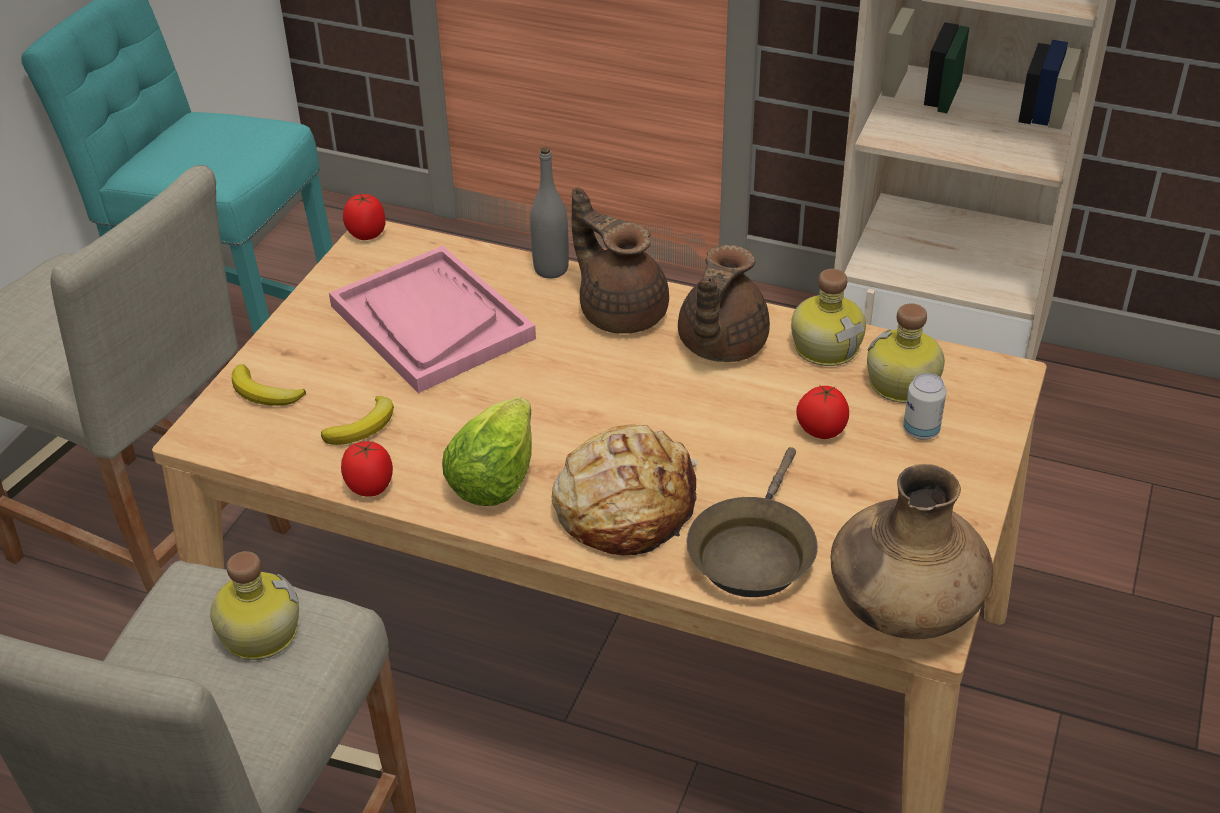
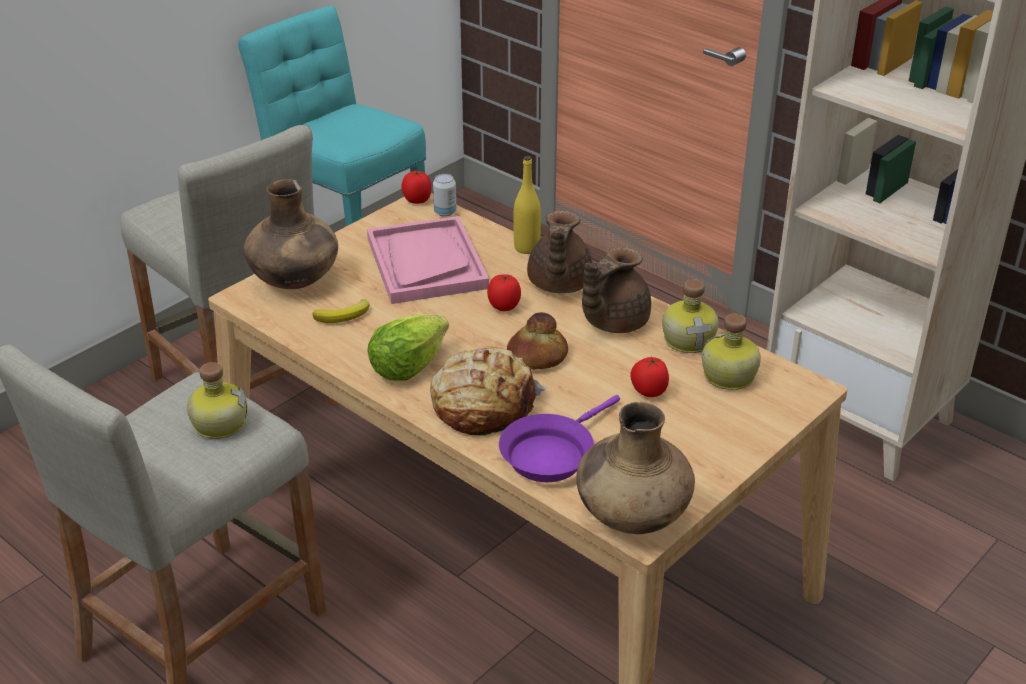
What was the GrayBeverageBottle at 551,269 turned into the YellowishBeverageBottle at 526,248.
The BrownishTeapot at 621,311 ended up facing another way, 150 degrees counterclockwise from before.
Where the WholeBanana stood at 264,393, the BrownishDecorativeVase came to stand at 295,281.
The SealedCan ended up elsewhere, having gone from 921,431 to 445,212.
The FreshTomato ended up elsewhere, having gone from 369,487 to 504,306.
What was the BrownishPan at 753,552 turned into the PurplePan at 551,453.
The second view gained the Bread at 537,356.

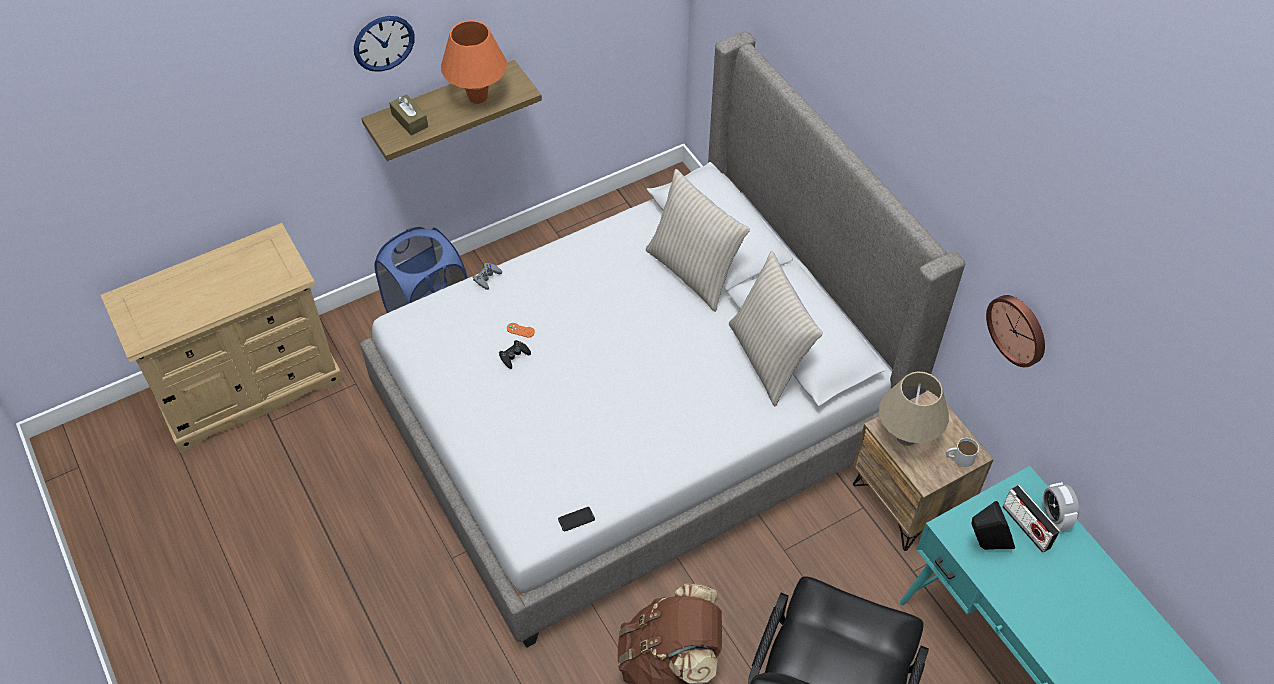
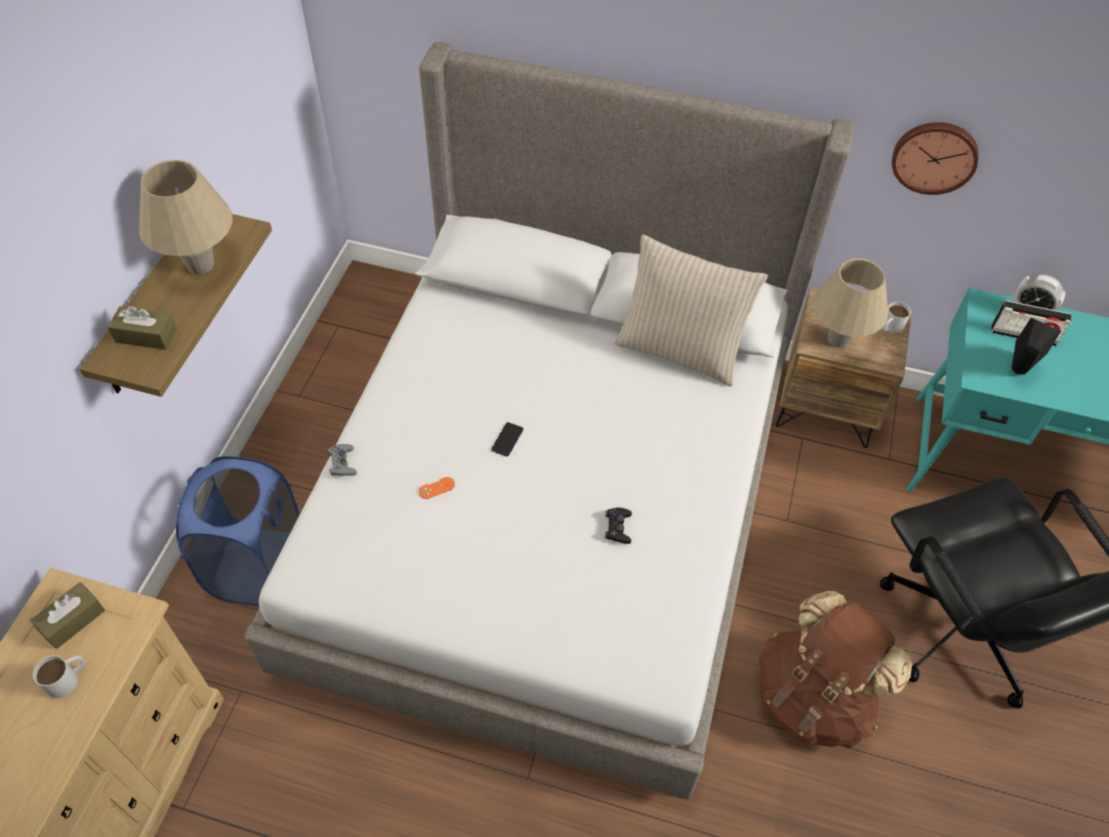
The second view lost the HangingClock at 383,43.
What was the OrangeColouredLampForATable at 477,97 turned into the BeigeColouredLampForATable at 200,265.
The second view lost the BeigeColouredThrowPillow at 693,271.
The BlackishGamepad ended up elsewhere, having gone from 514,356 to 618,528.
The Phone ended up elsewhere, having gone from 576,519 to 507,439.
The second view gained the BrownishBoxOfTissues at 72,620.
The second view gained the WhiteTeaMug at 67,678.

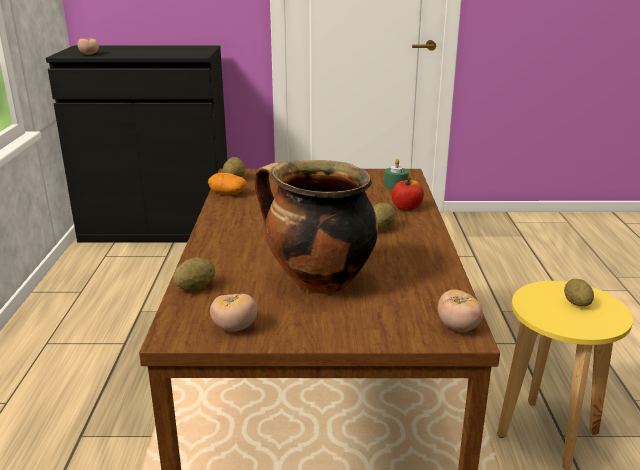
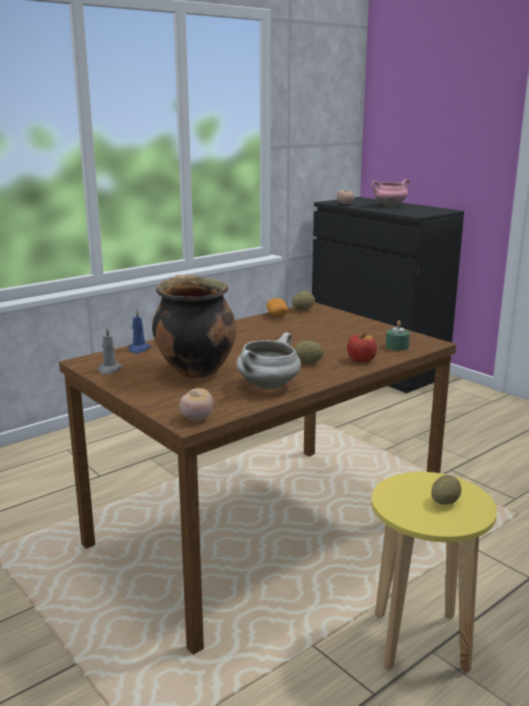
Where the Potato stood at 195,288, the BluishWaxLight came to stand at 138,349.
Where the FreshTomato stood at 234,327, the GrayWaxLight came to stand at 109,370.
The second view gained the PinkColouredSaucepot at 389,205.
The second view gained the WhiteSaucepot at 268,386.

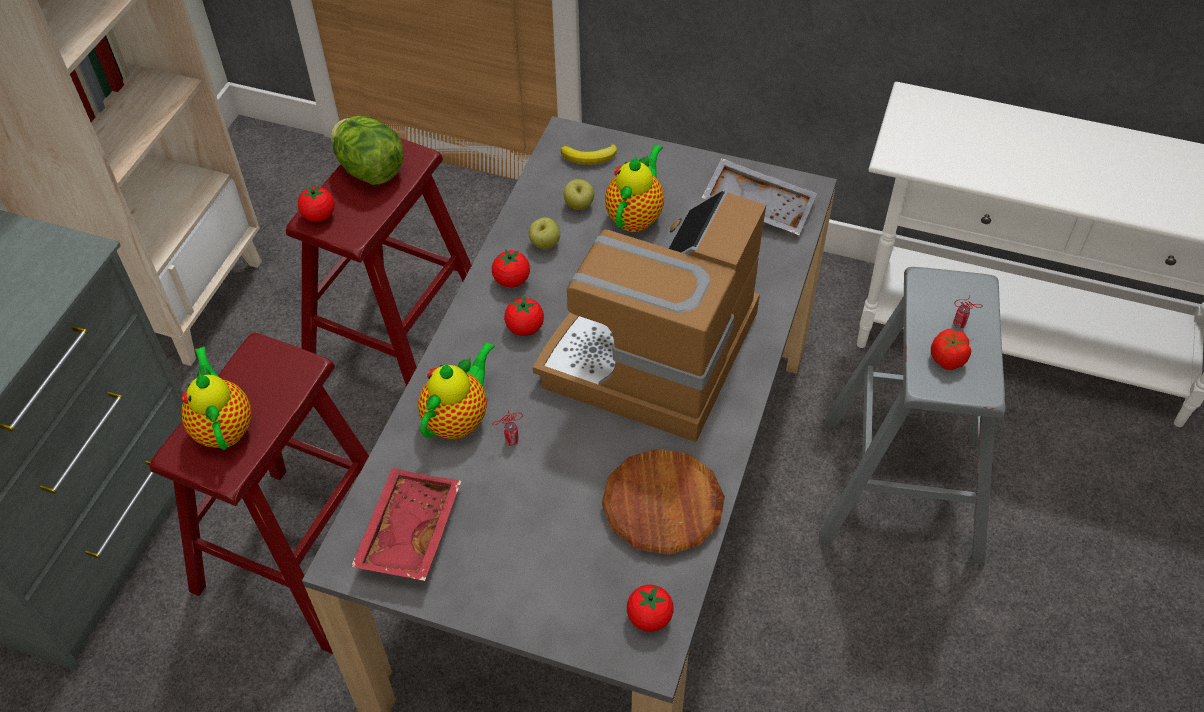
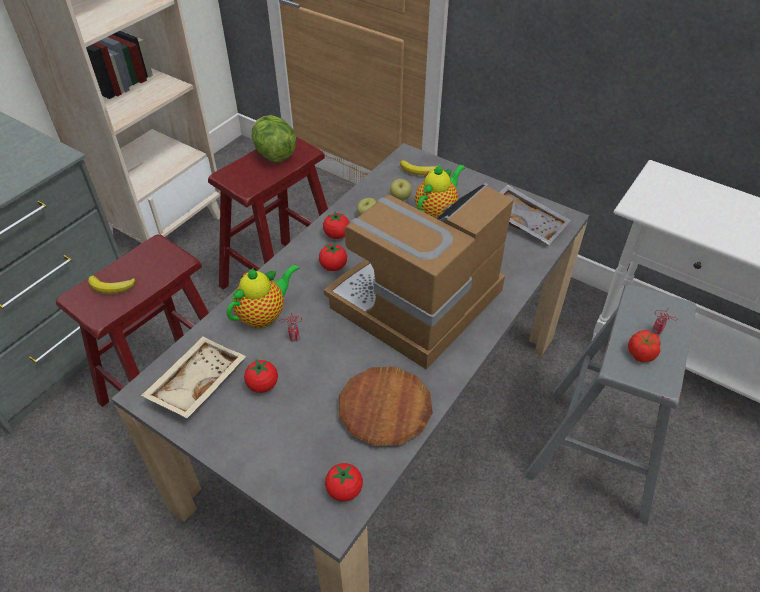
The FreshTomato ended up elsewhere, having gone from 319,215 to 263,385.
Where the Teapot stood at 223,427, the WholeBanana came to stand at 111,287.
What was the RedCarryingTray at 407,531 turned into the BeigeColouredCarryingTray at 196,382.

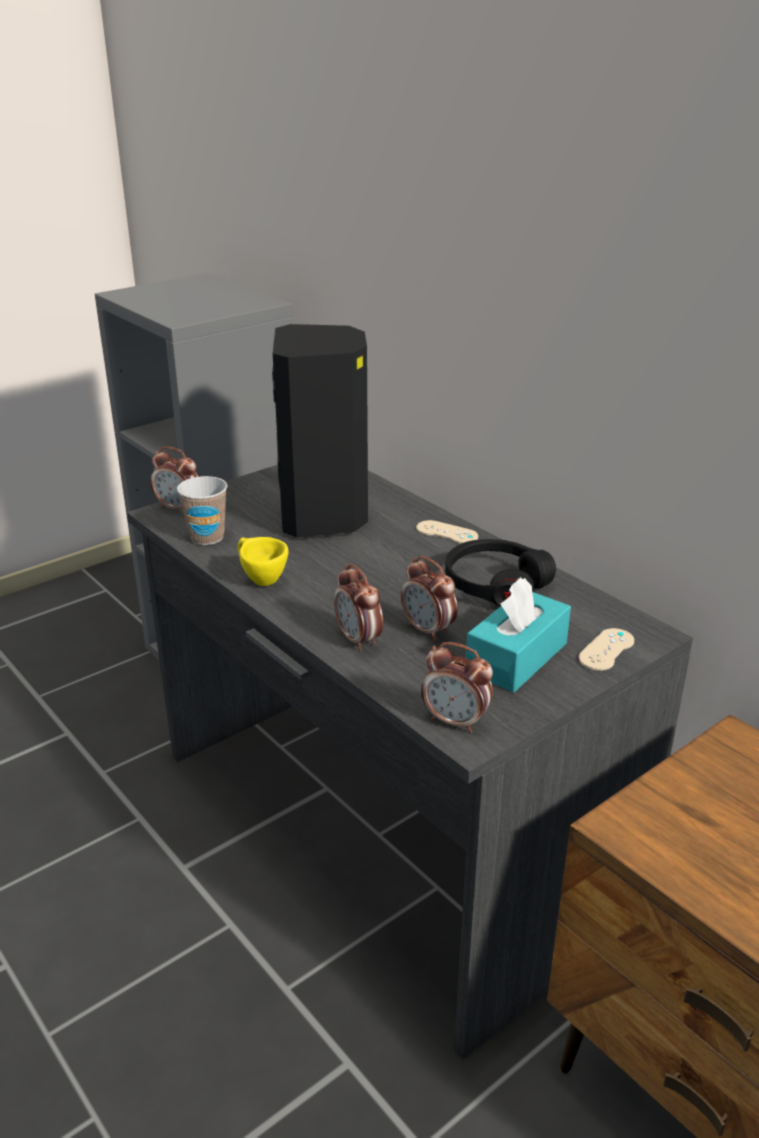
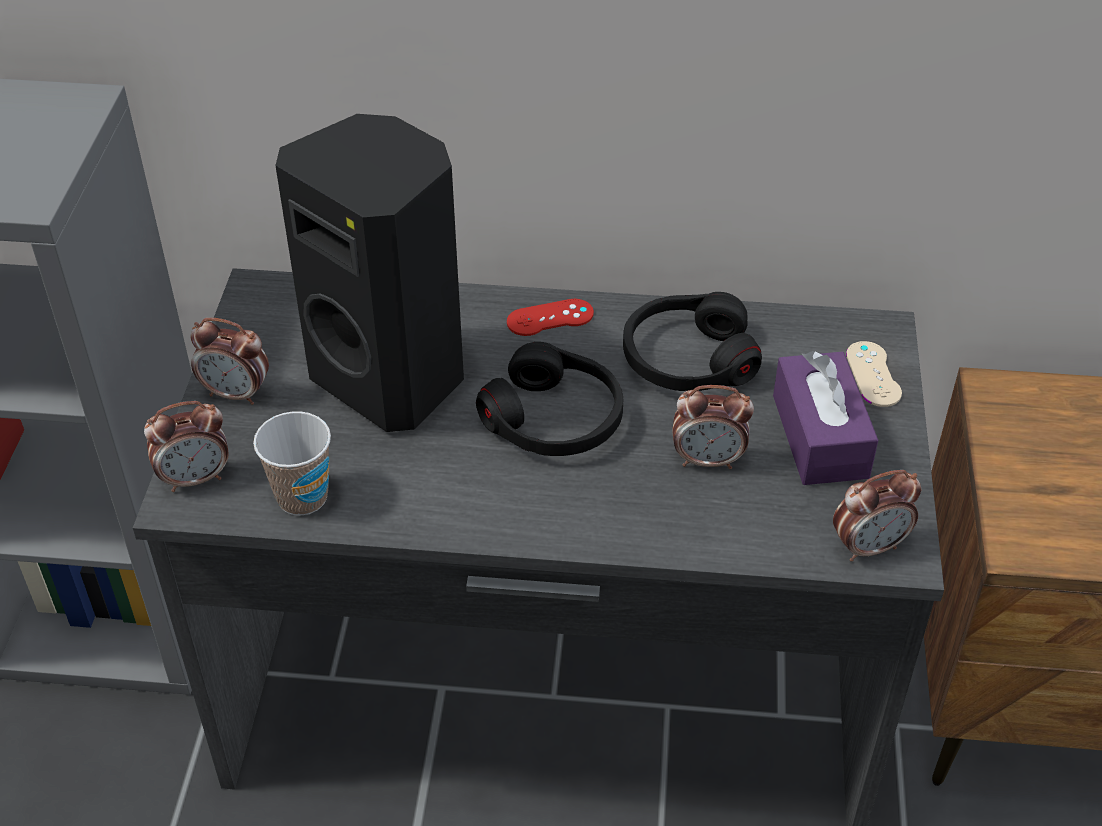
What was the BeigeColouredGamepad at 447,532 turned into the RedGamepad at 550,318.
The second view lost the YellowishDrinkingCup at 260,579.
The TableClock ended up elsewhere, having gone from 359,640 to 236,394.
What was the TurquoiseBoxOfTissues at 516,657 turned into the PurpleBoxOfTissues at 820,436.
The second view gained the BlackishHeadset at 554,419.

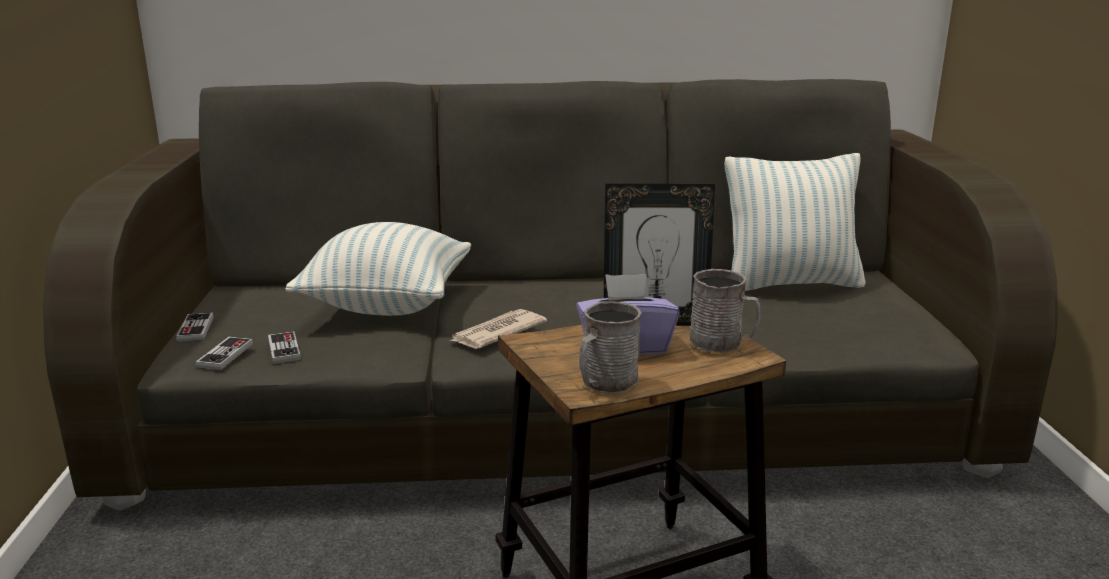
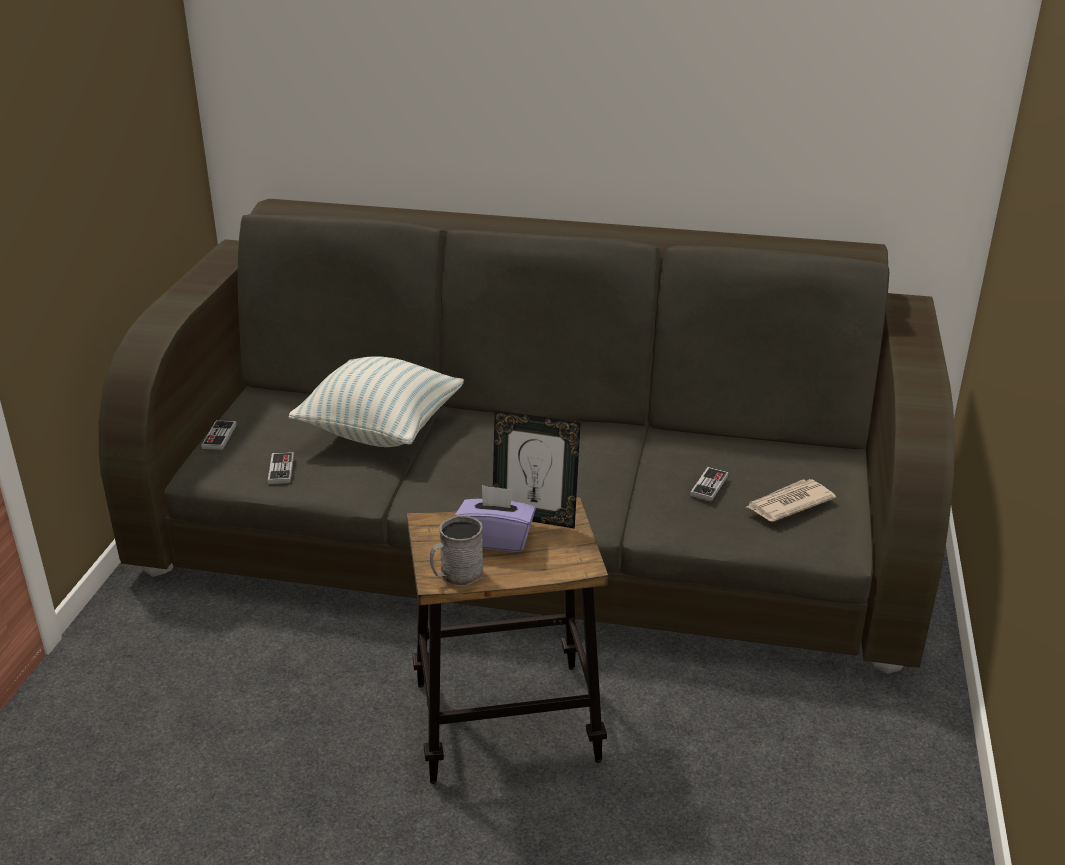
The second view lost the ThrowPillow at 790,284.
The second view lost the GrayTeaMug at 723,343.
The Newspaper ended up elsewhere, having gone from 496,333 to 788,503.
The Gamepad ended up elsewhere, having gone from 225,355 to 709,485.

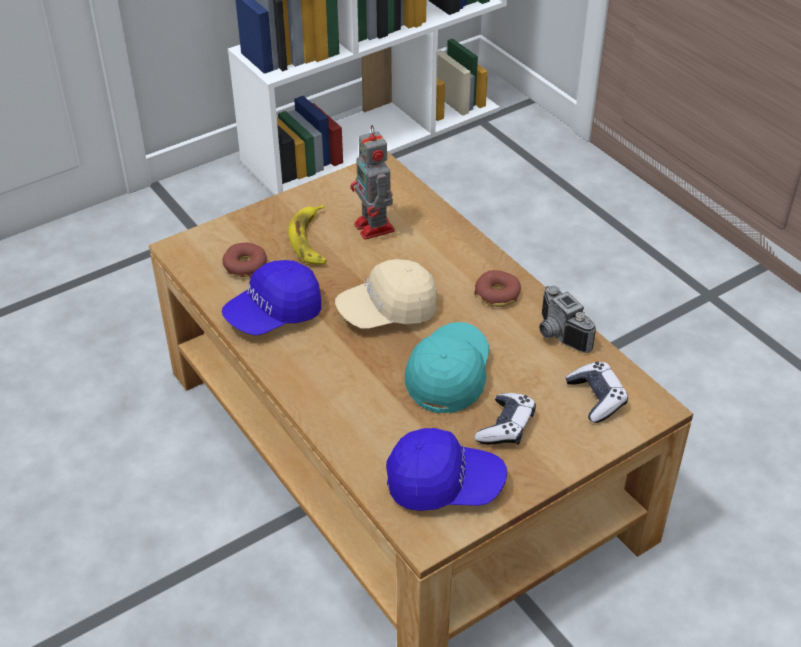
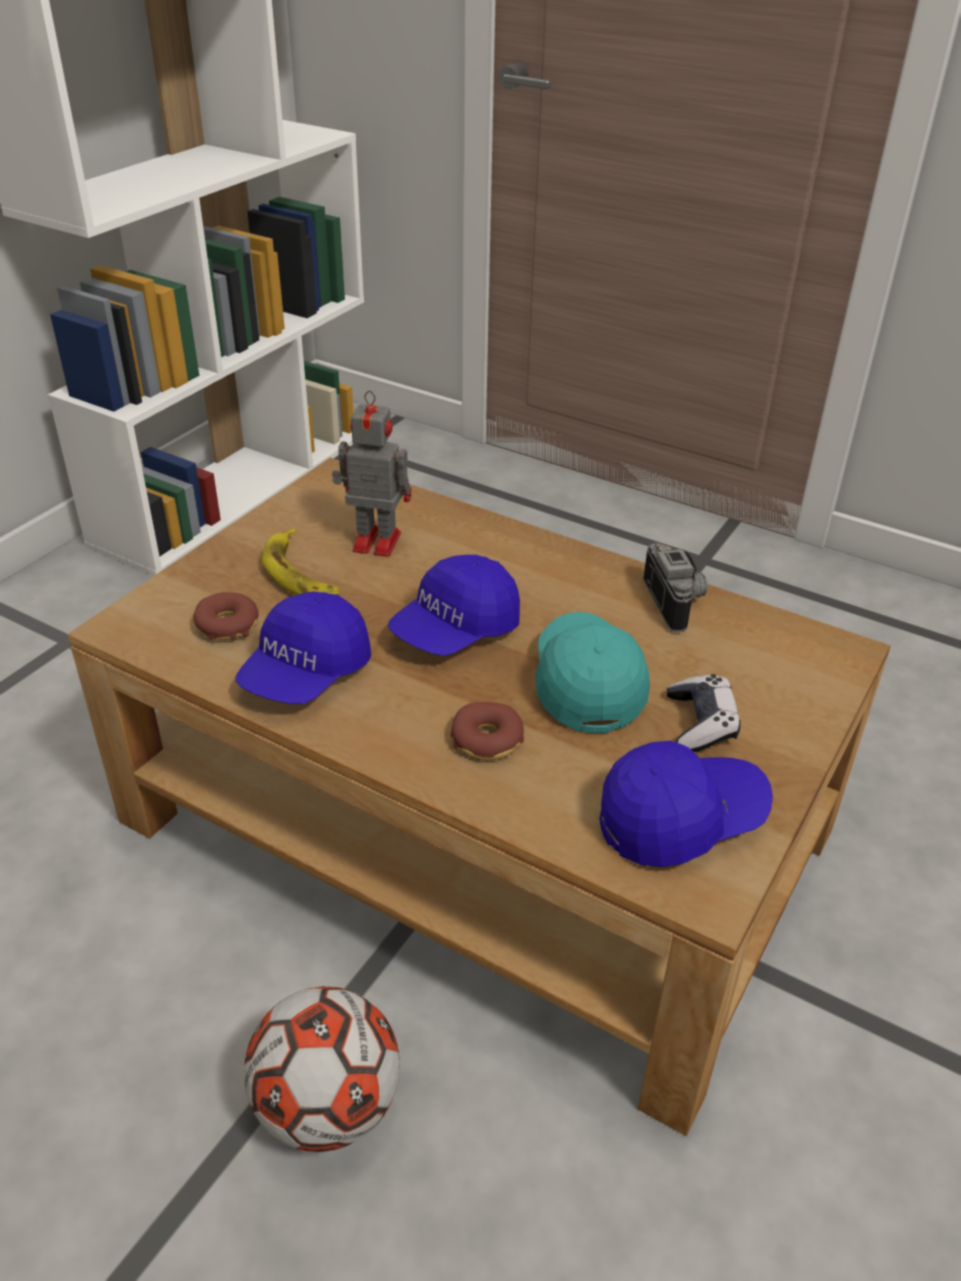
The RobotFigure at 375,228 ended up facing another way, 150 degrees clockwise from before.
What was the BeigeColouredCap at 387,311 turned into the BluishCap at 455,630.
The Donut ended up elsewhere, having gone from 497,294 to 487,740.
The PhotoCamera at 557,335 ended up facing another way, 135 degrees counterclockwise from before.
The second view lost the Gamepad at 596,398.
The second view gained the FootballBall at 327,1107.

